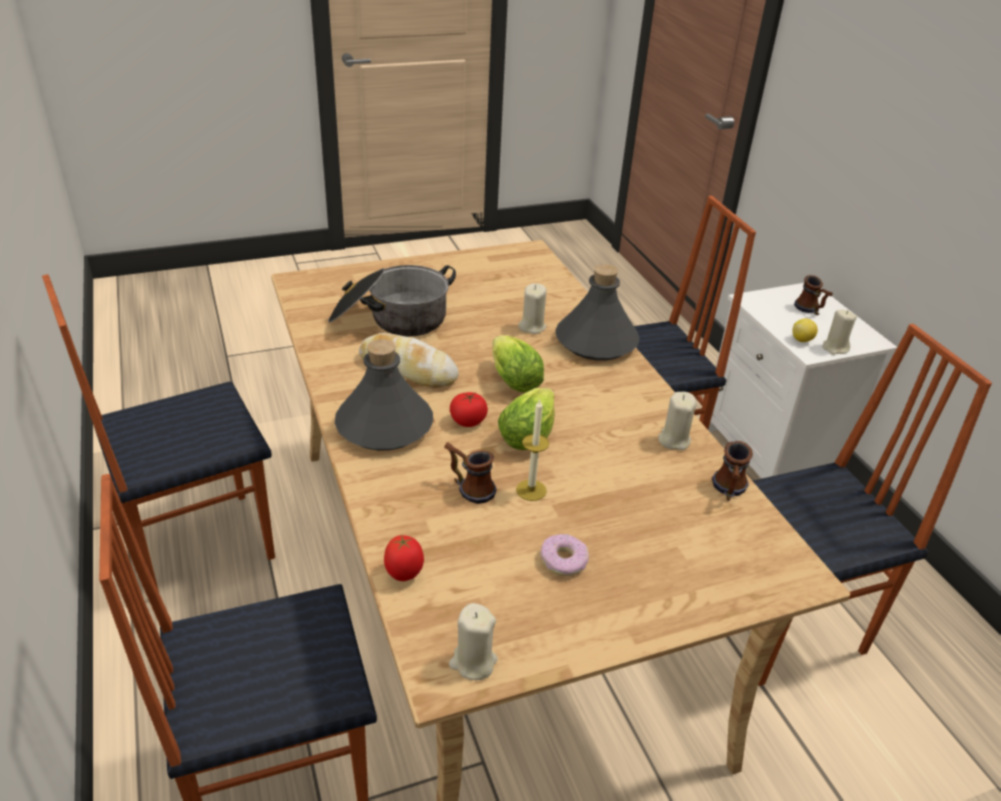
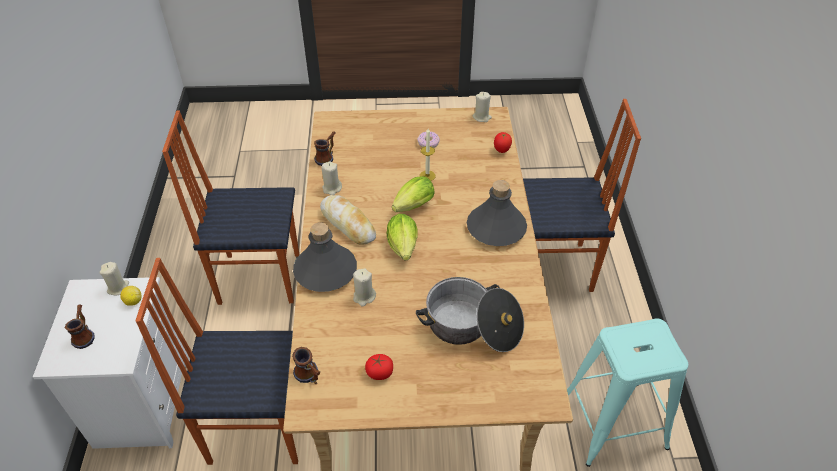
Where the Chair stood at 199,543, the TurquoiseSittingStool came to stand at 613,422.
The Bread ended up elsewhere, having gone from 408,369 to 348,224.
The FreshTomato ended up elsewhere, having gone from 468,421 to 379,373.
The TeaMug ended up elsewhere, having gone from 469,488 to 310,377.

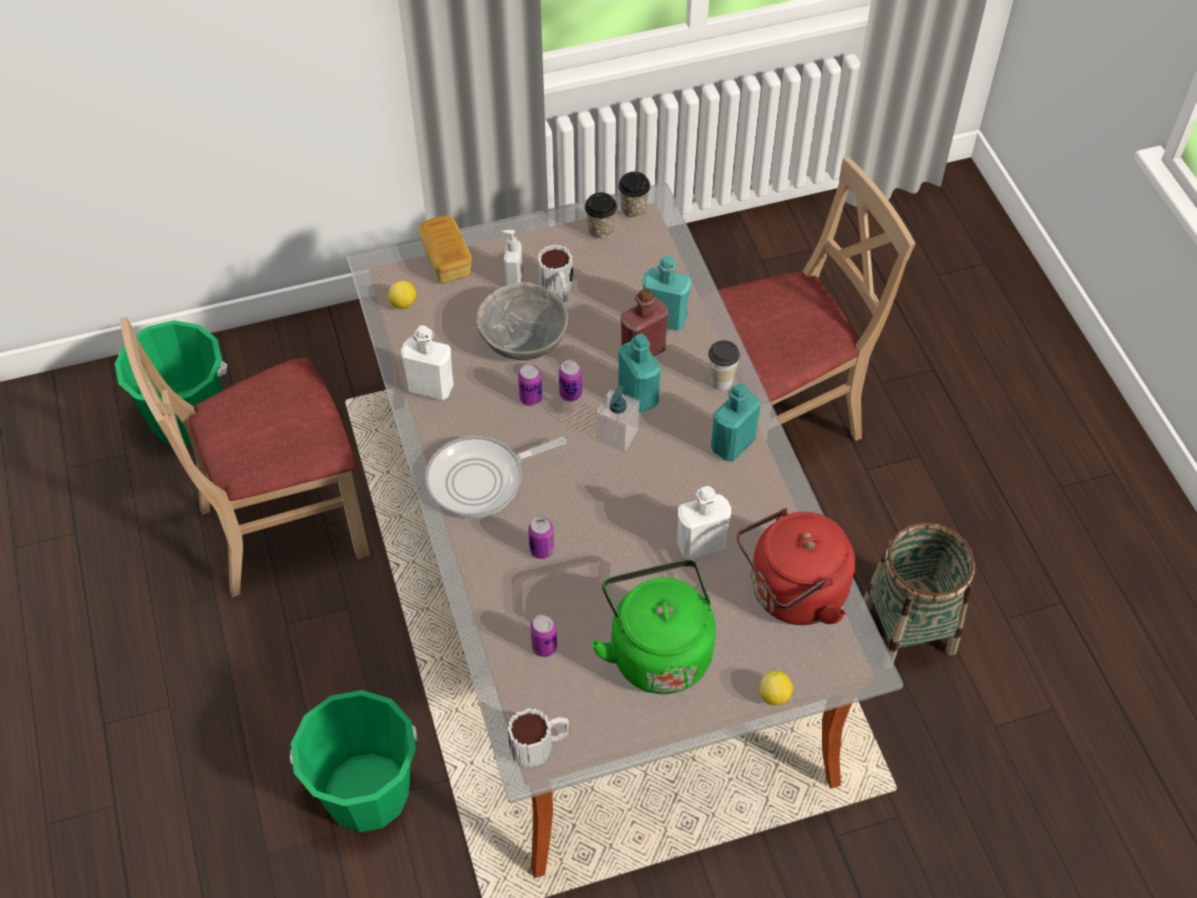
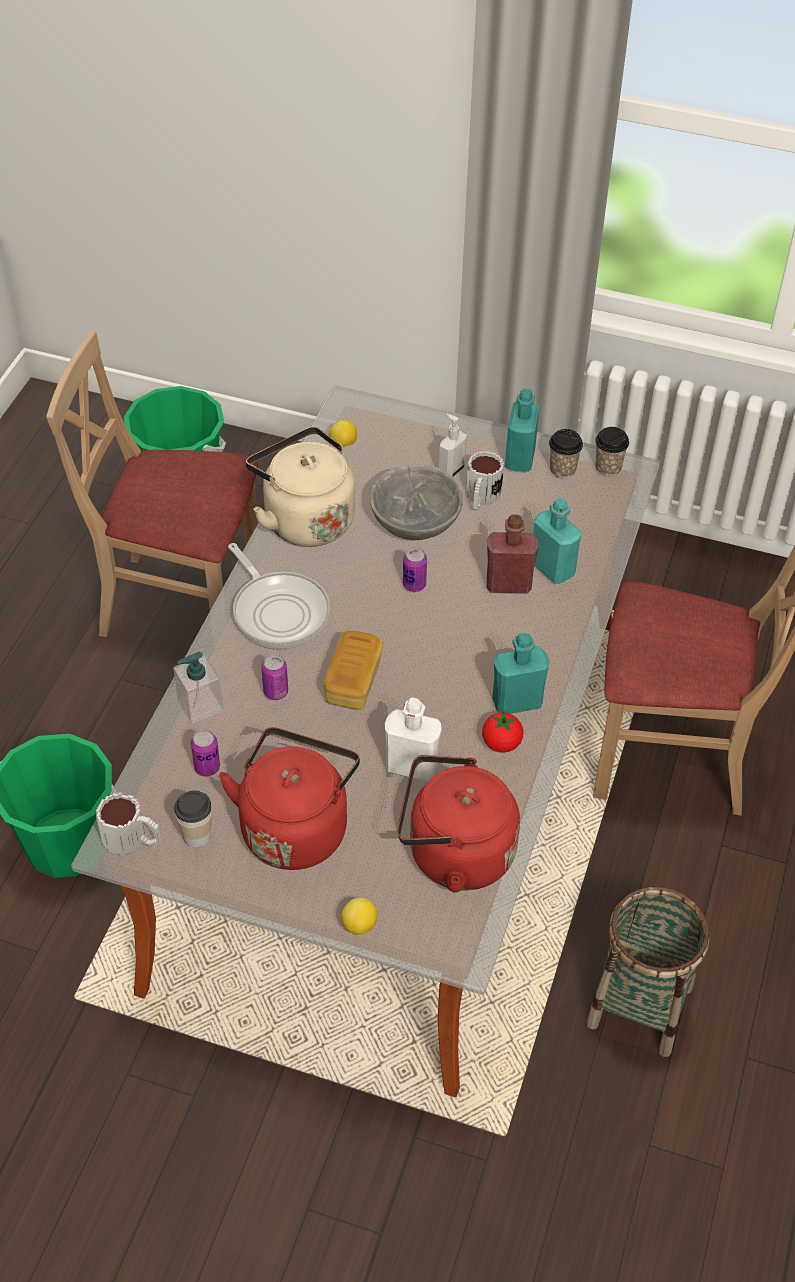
The Bread ended up elsewhere, having gone from 446,260 to 353,682.
Where the WhiteBeverageBottle stood at 431,387, the BeigeColouredWaterKettle came to stand at 305,519.
The TurquoiseBeverageBottle ended up elsewhere, having gone from 638,396 to 519,459.
The DrinkingCup ended up elsewhere, having gone from 721,380 to 197,836.
The second view lost the SealedCan at 531,398.
The SoapDispenser ended up elsewhere, having gone from 617,435 to 200,705.
The Pan at 481,480 ended up facing another way, 135 degrees counterclockwise from before.
What was the GreenWaterKettle at 657,650 turned into the RedWaterKettle at 296,826.
The second view gained the FreshTomato at 501,743.

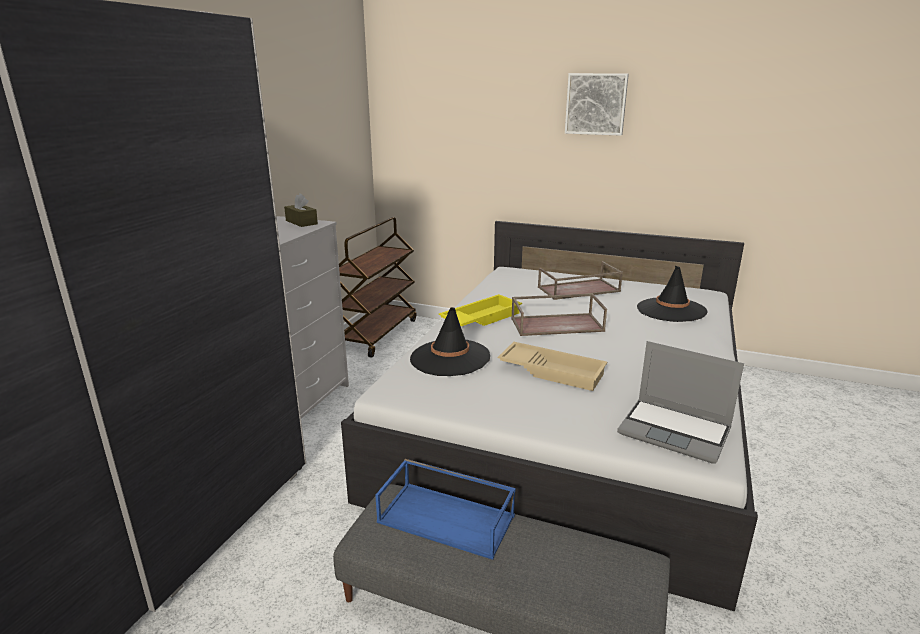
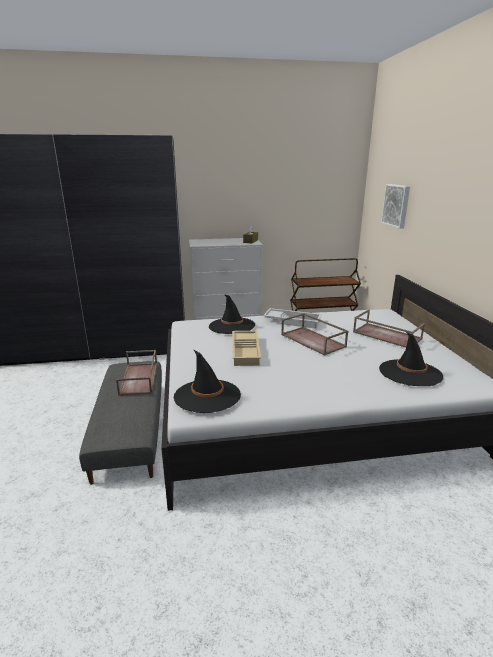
The WallPicture ended up elsewhere, having gone from 596,104 to 397,205.
What was the YellowishCarryingTray at 480,318 turned into the WhiteCarryingTray at 293,321.
Where the NotebookComputer stood at 676,431, the BlackishHat came to stand at 207,396.
What was the BluishCarryingTray at 448,518 turned into the BrownishCarryingTray at 139,379.

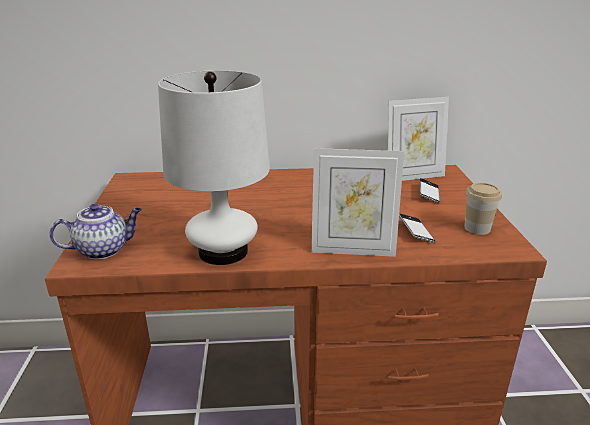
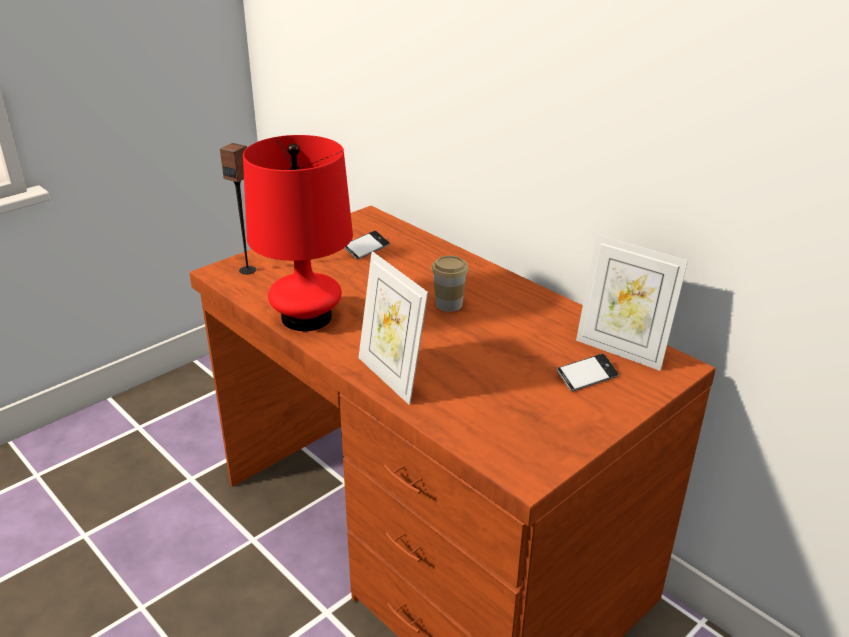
What was the WhiteLampForATable at 223,251 turned into the RedLampForATable at 306,317.
The DrinkingCup ended up elsewhere, having gone from 477,228 to 448,304.
Where the Teapot stood at 104,249, the Loudspeaker came to stand at 248,270.
The Phone ended up elsewhere, having gone from 415,231 to 366,249.

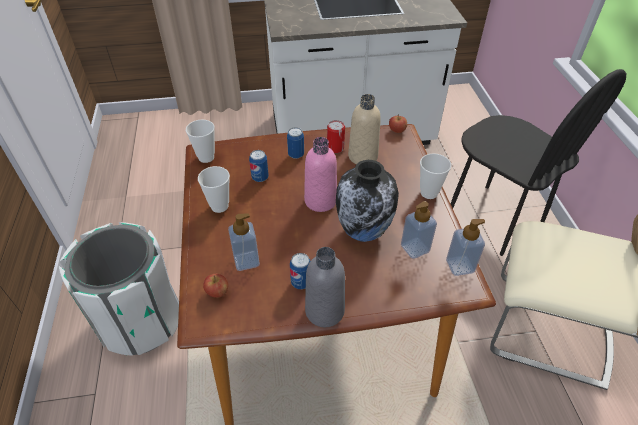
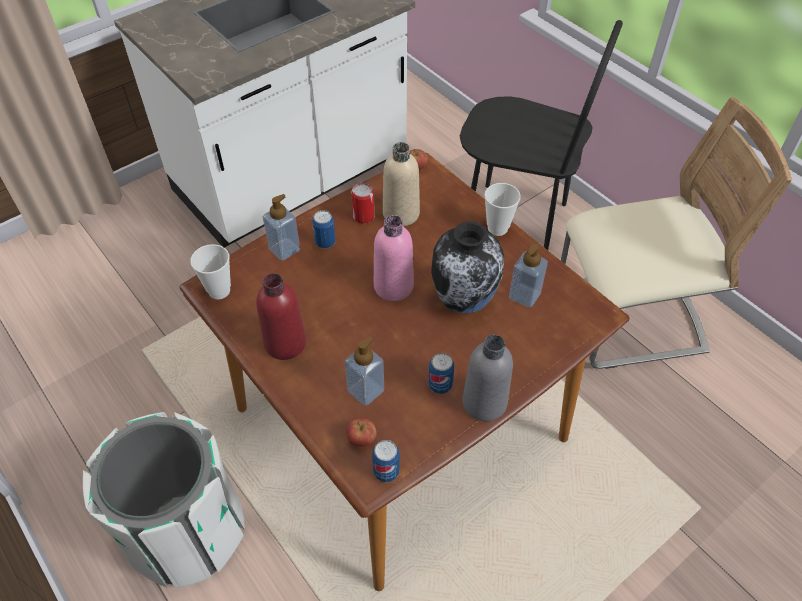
The SealedCan ended up elsewhere, having gone from 260,177 to 386,471.
Where the DrinkingCup stood at 219,206, the RedBeverageBottle came to stand at 285,343.
The SoapDispenser ended up elsewhere, having gone from 460,266 to 284,249.

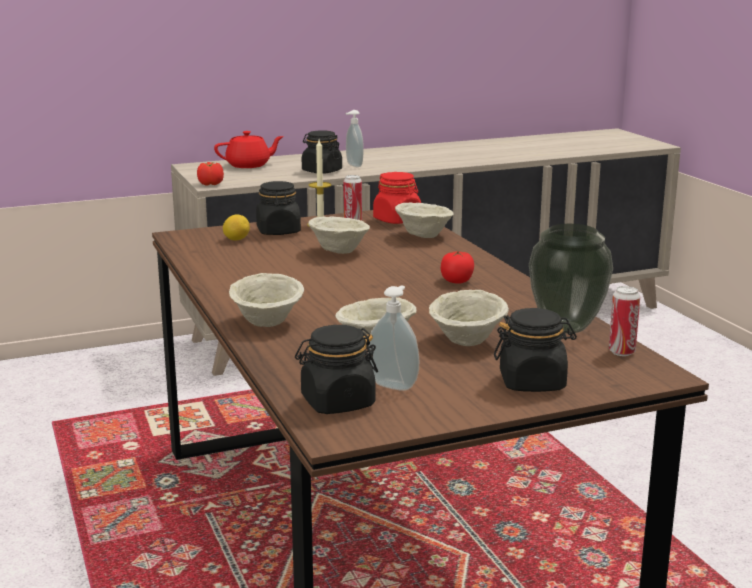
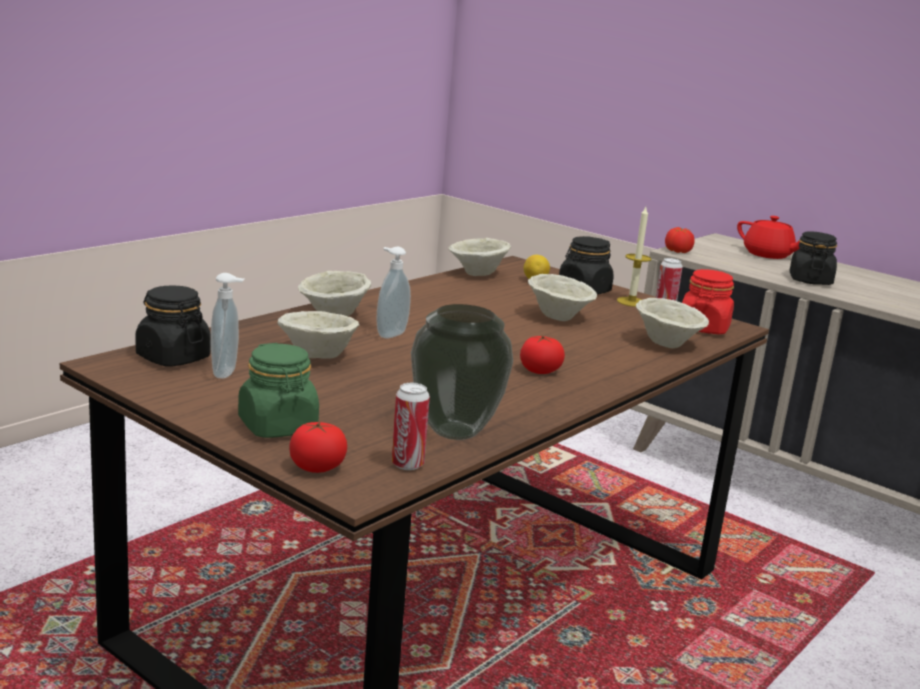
The SoapDispenser ended up elsewhere, having gone from 353,165 to 390,334.
The BeigeColouredDeepDish ended up elsewhere, having gone from 468,341 to 478,274.
What was the BlackishPreserveJar at 532,382 turned into the GreenPreserveJar at 278,426.
The second view gained the FreshTomato at 317,467.

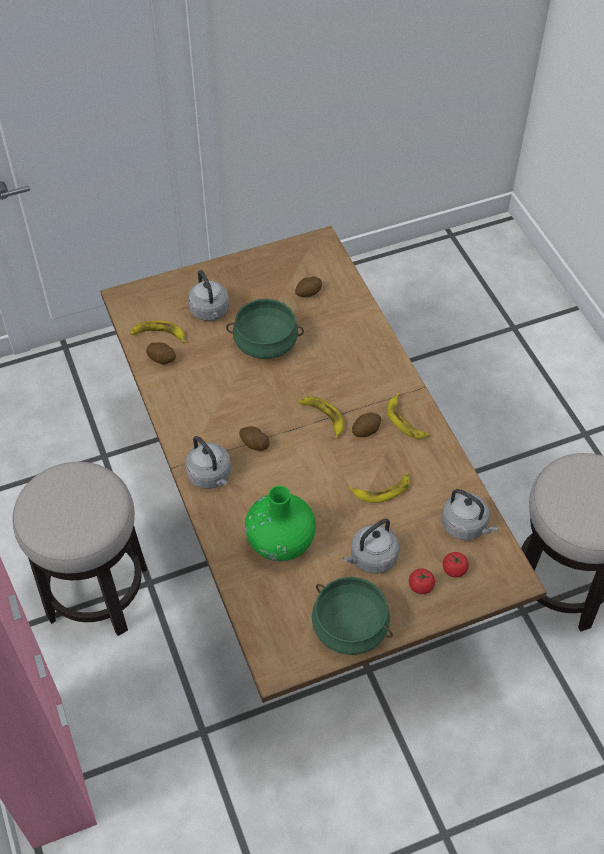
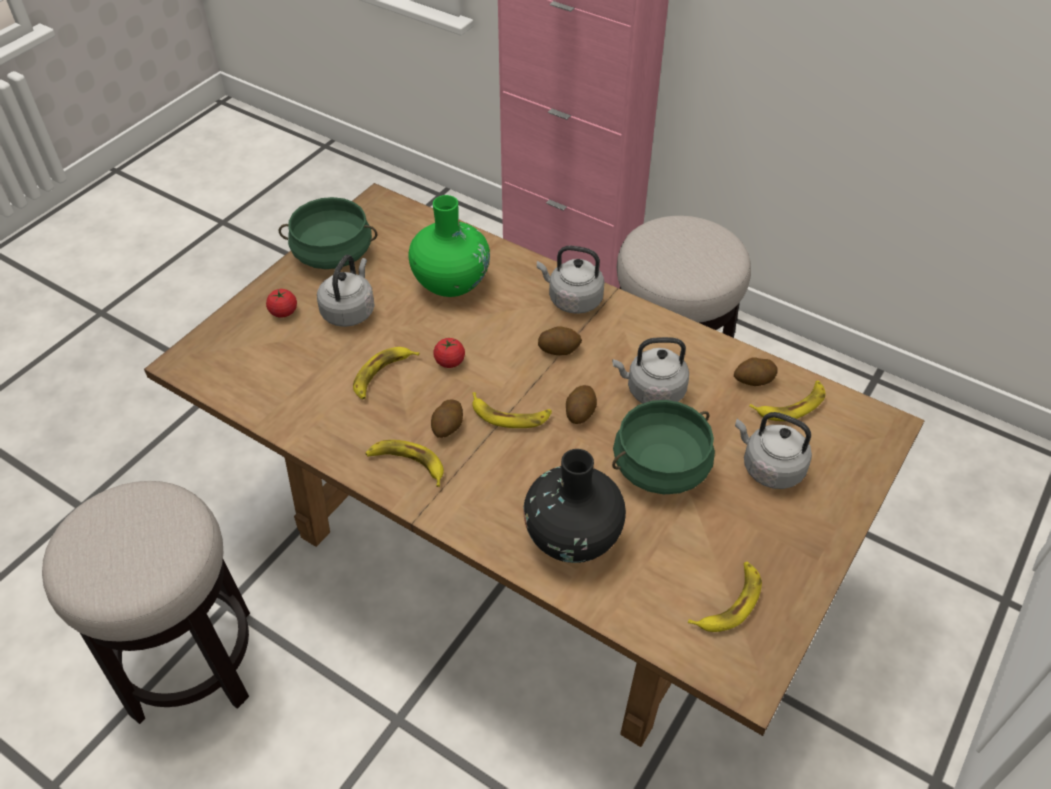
The Potato ended up elsewhere, having gone from 308,293 to 580,412.
The GrayWaterKettle ended up elsewhere, having gone from 466,526 to 652,391.
The FreshTomato ended up elsewhere, having gone from 454,570 to 449,361.
The second view gained the BlackishDecorativeVase at 573,536.
The second view gained the WholeBanana at 729,602.

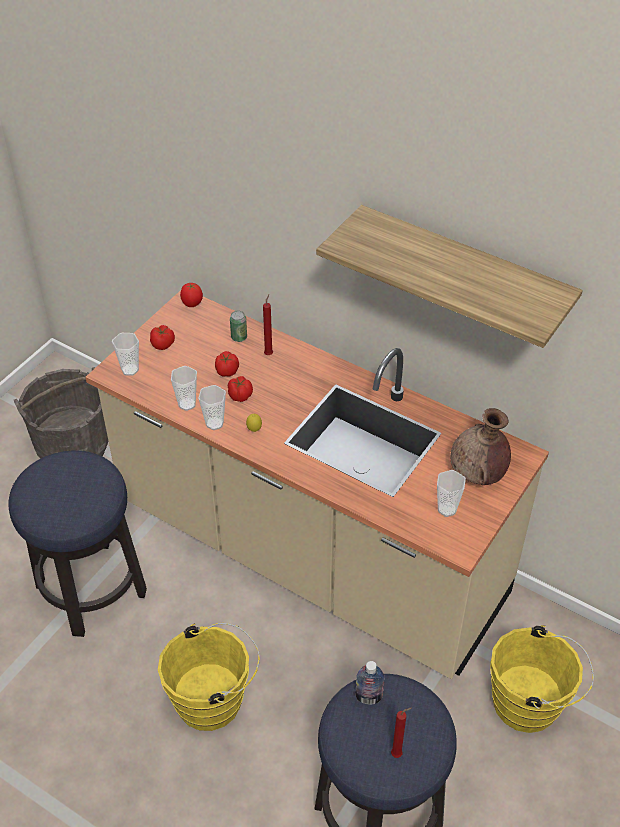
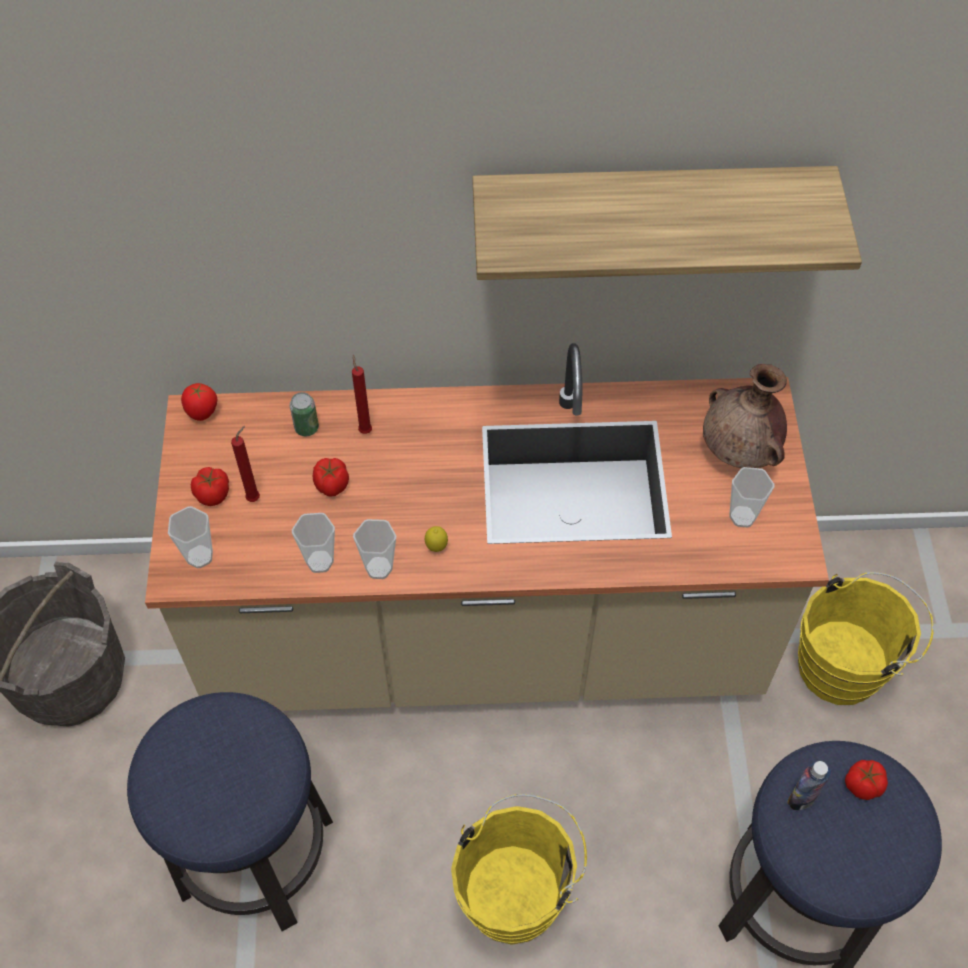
The FreshTomato ended up elsewhere, having gone from 240,395 to 862,785.
The RedWaxLight ended up elsewhere, having gone from 398,754 to 255,497.

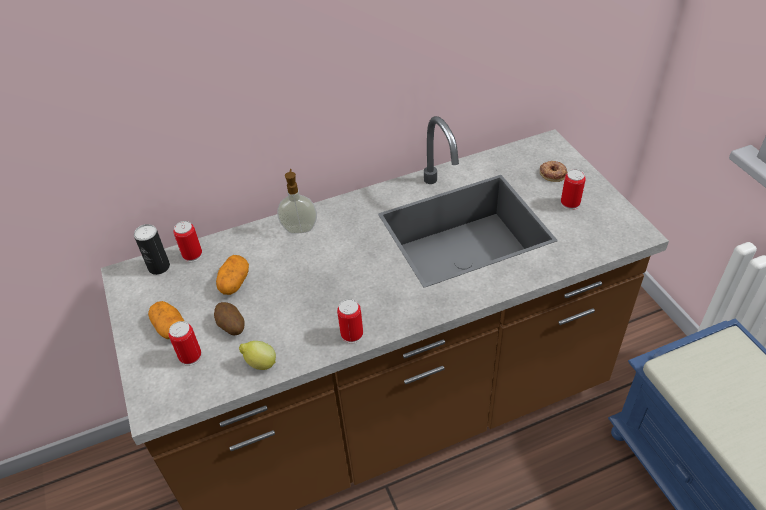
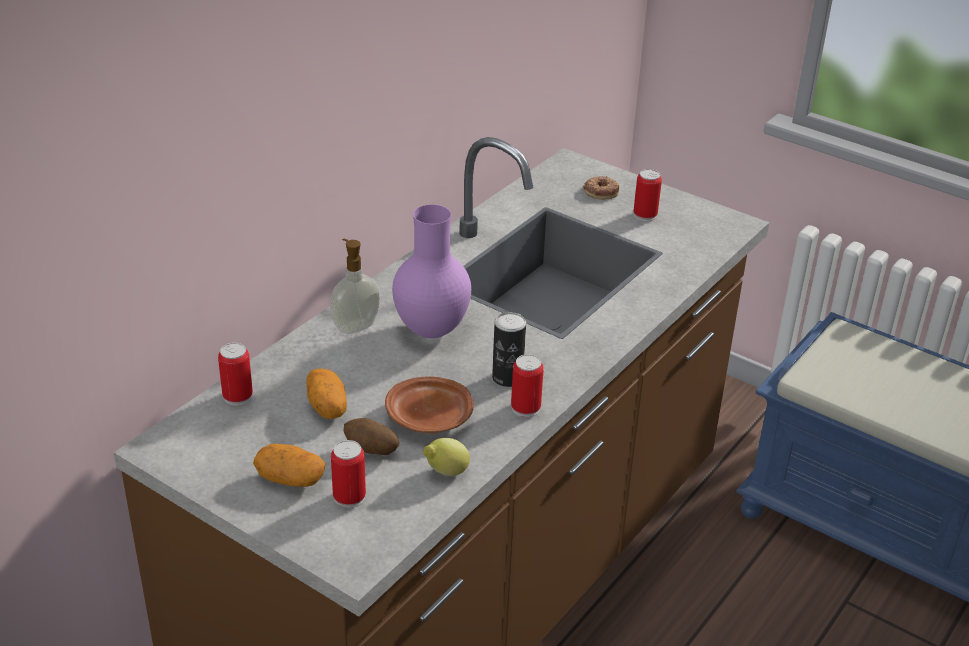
The SealedCan ended up elsewhere, having gone from 159,267 to 507,378.
The second view gained the PurpleDecorativeVase at 430,332.
The second view gained the BrownishPlate at 430,417.

